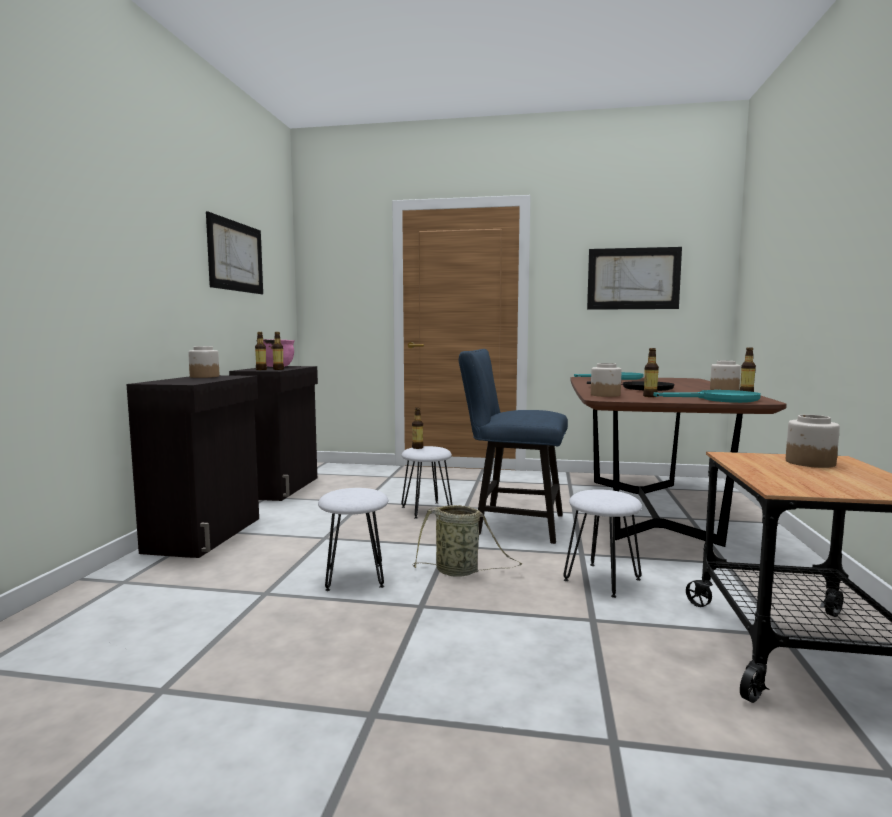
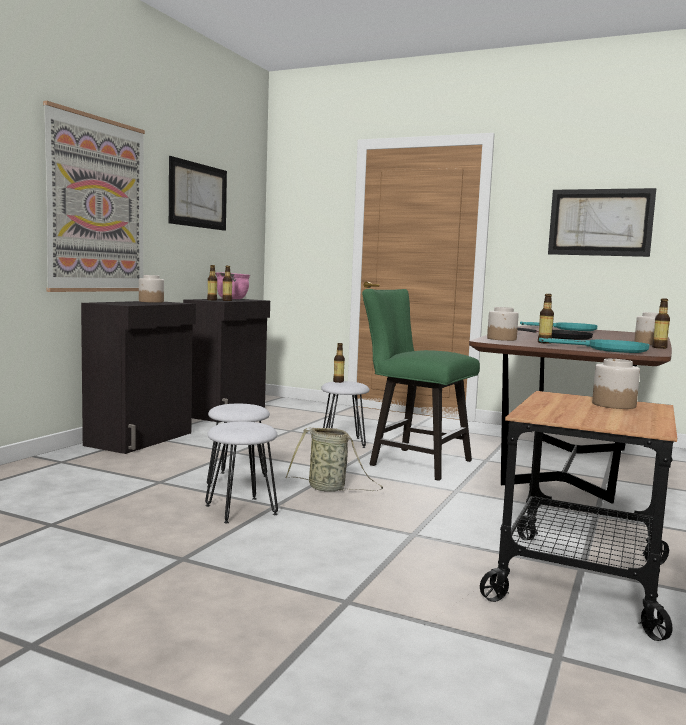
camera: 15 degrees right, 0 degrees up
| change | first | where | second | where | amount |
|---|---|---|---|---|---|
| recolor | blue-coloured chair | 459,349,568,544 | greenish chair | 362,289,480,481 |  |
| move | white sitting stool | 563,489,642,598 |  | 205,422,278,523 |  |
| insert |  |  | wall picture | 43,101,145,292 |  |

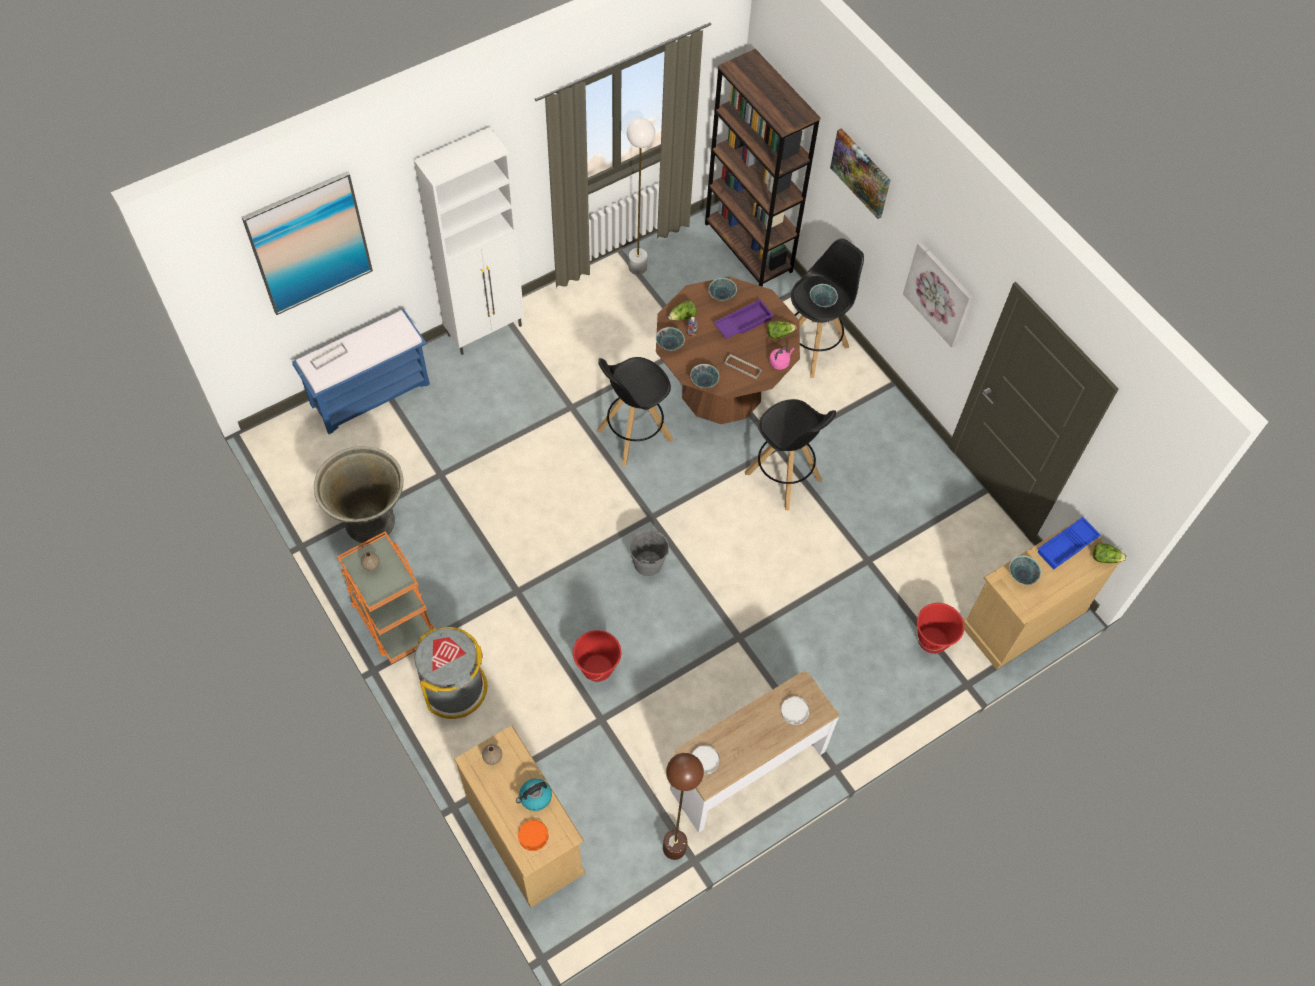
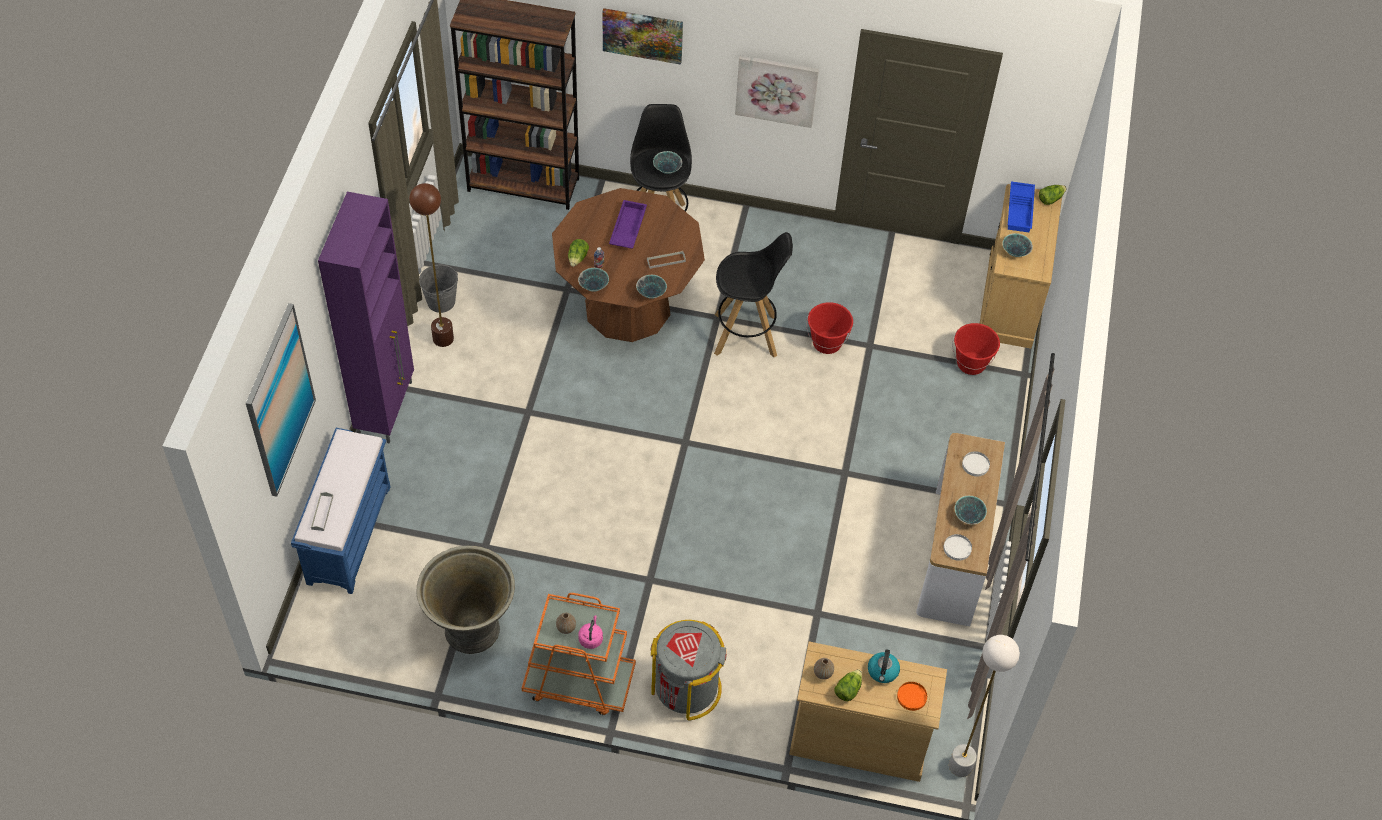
camera: 45 degrees left, 5 degrees down
| change | first | where | second | where | amount |
|---|---|---|---|---|---|
| move | white standing lamp | 627,118,655,275 |  | 949,635,1020,777 |  |
| recolor | white cabinet | 414,127,524,355 | purple-coloured cabinet | 318,192,414,444 |  |
| move | serving bowl | 708,278,737,301 |  | 955,496,987,524 |  |
| move | head of lettuce | 767,321,797,339 |  | 834,669,862,701 |  |
| move | pinkish tea kettle | 769,346,794,370 |  | 578,615,603,649 |  |
| delete | black sitting stool | 597,357,673,467 |  |  |  |
| move | grey pail | 629,529,669,576 |  | 419,264,458,313 |  |
| move | reddish pail | 573,630,621,682 |  | 806,302,853,354 |  |
| move | brown-coloured standing lamp | 663,753,704,860 |  | 409,183,454,347 |  |

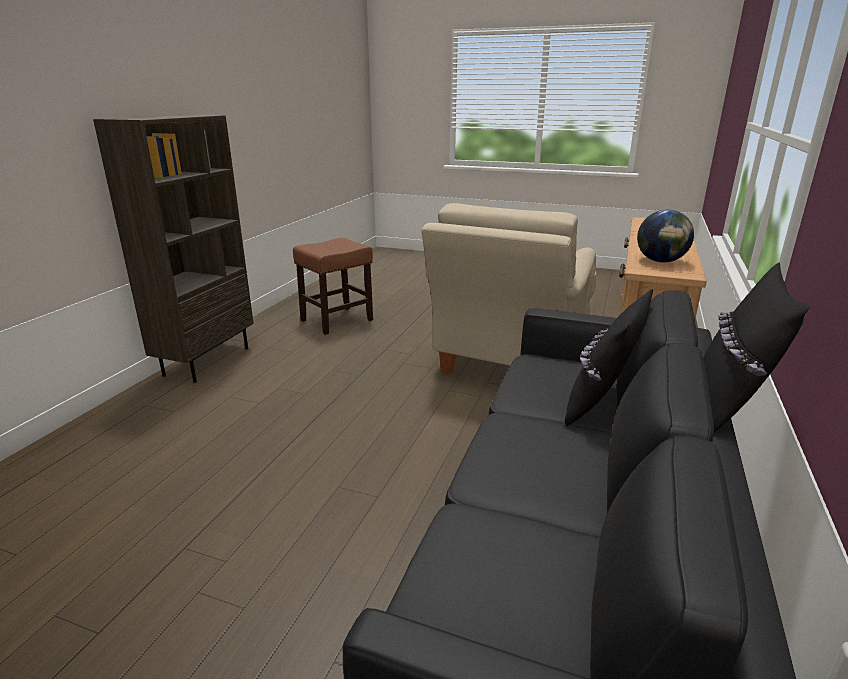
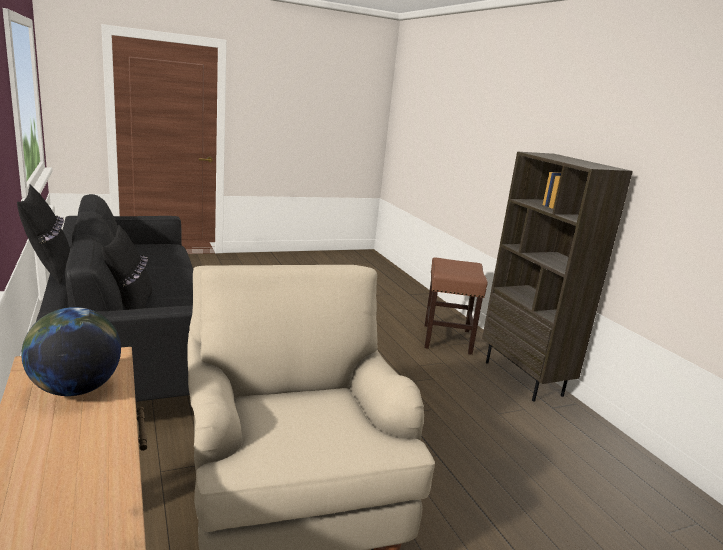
camera: 135 degrees right, 5 degrees down
| change | first | where | second | where | amount |
|---|---|---|---|---|---|
| move | brown-coloured sitting stool | 293,238,373,335 |  | 424,258,488,355 |  |

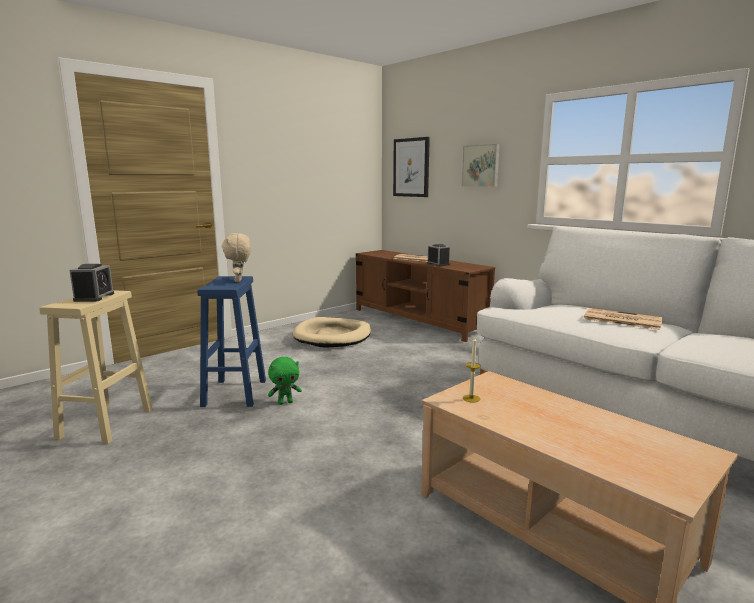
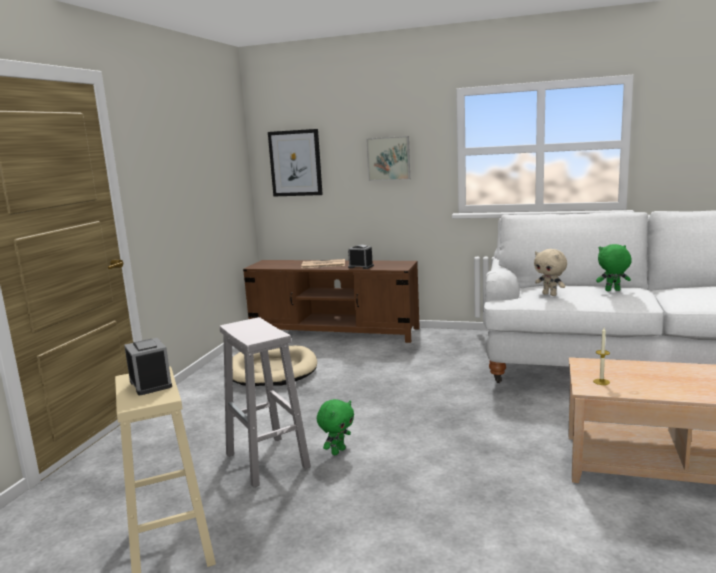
camera: 30 degrees left, 0 degrees up
| change | first | where | second | where | amount |
|---|---|---|---|---|---|
| move | sand-coloured cuddly toy | 222,233,251,282 |  | 534,249,567,296 |  |
| recolor | blue-coloured sitting stool | 197,276,266,407 | white sitting stool | 220,317,311,488 |  |
| replace | printed paper | 583,308,663,330 | greenish cuddly toy | 596,244,632,291 |  |

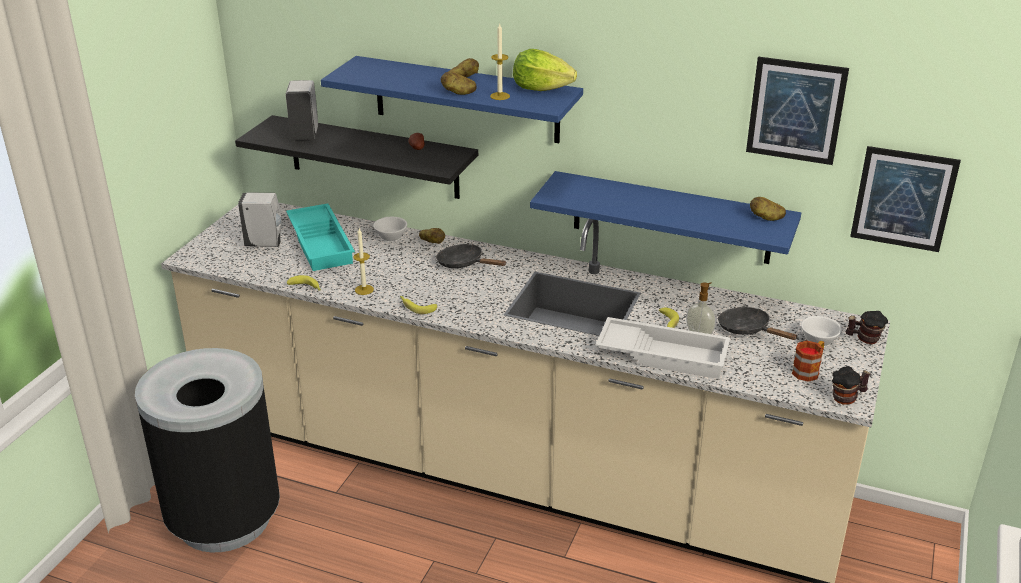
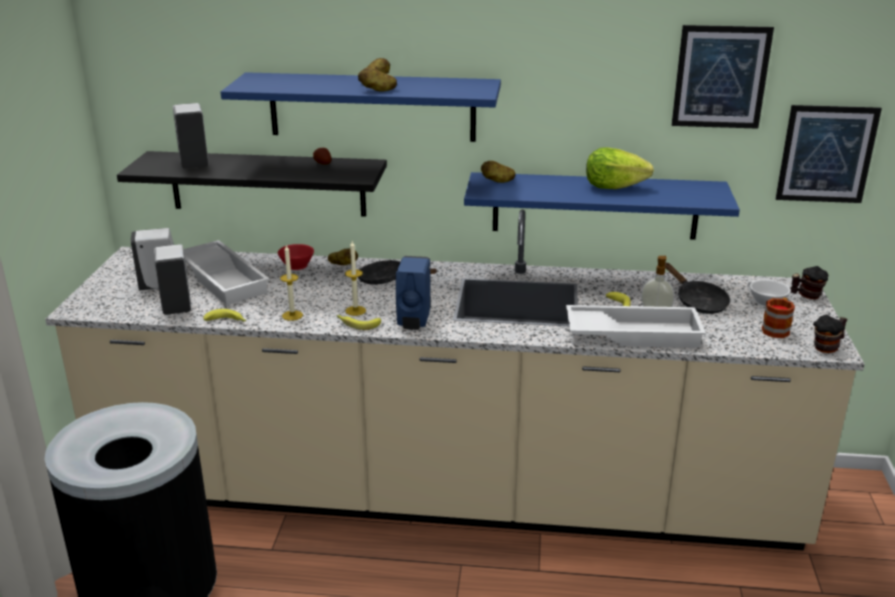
camera: 15 degrees left, 5 degrees down
| change | first | where | second | where | amount |
|---|---|---|---|---|---|
| move | wax candle | 490,24,510,100 |  | 345,241,366,316 |  |
| move | head of lettuce | 513,49,577,91 |  | 586,147,654,189 |  |
| move | spud | 750,197,786,221 |  | 481,161,516,183 |  |
| recolor | blue-green serving tray | 286,203,355,271 | white serving tray | 184,240,270,305 |  |
| recolor | white cup | 373,217,407,242 | reddish cup | 278,244,314,270 |  |
| rotate | black skillet | 718,307,798,340 |  | 664,263,730,314 | 150 degrees counterclockwise |
| insert |  |  | white liquid soap bottle | 154,244,191,315 |  |
| insert |  |  | blue-coloured liquid soap bottle | 396,256,431,330 |  |

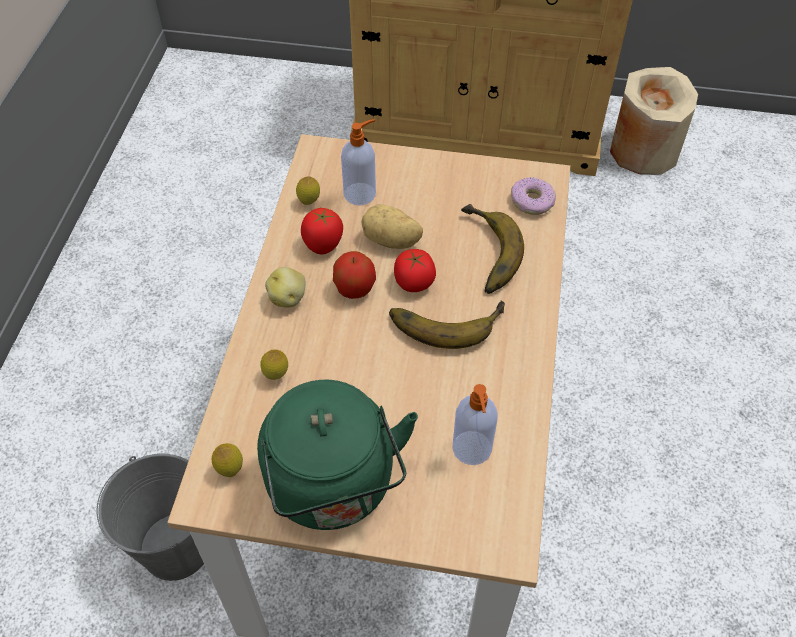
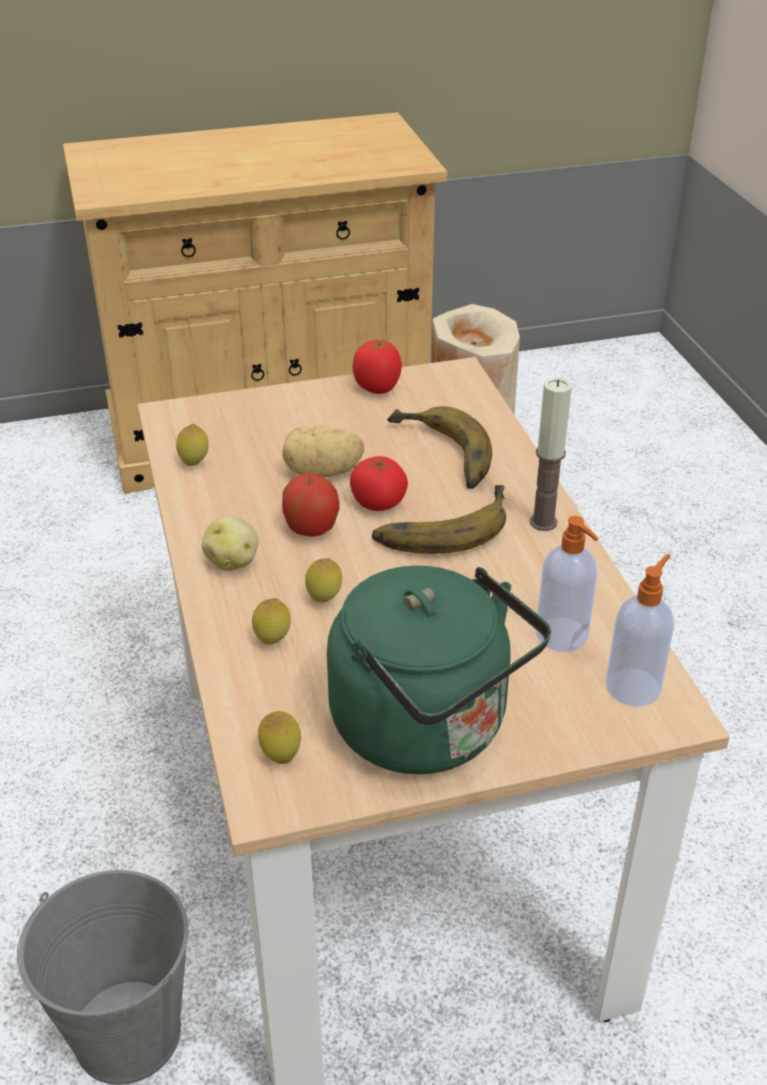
camera: 25 degrees left, 15 degrees down
| change | first | where | second | where | amount |
|---|---|---|---|---|---|
| move | liquid soap bottle | 341,119,376,205 |  | 606,554,674,706 |  |
| delete | donut | 511,177,556,215 |  |  |  |
| move | fresh tomato | 301,208,343,254 |  | 352,340,402,394 |  |
| insert |  |  | wax candle | 530,378,572,531 |  |
| insert |  |  | citrus fruit | 305,558,342,603 |  |

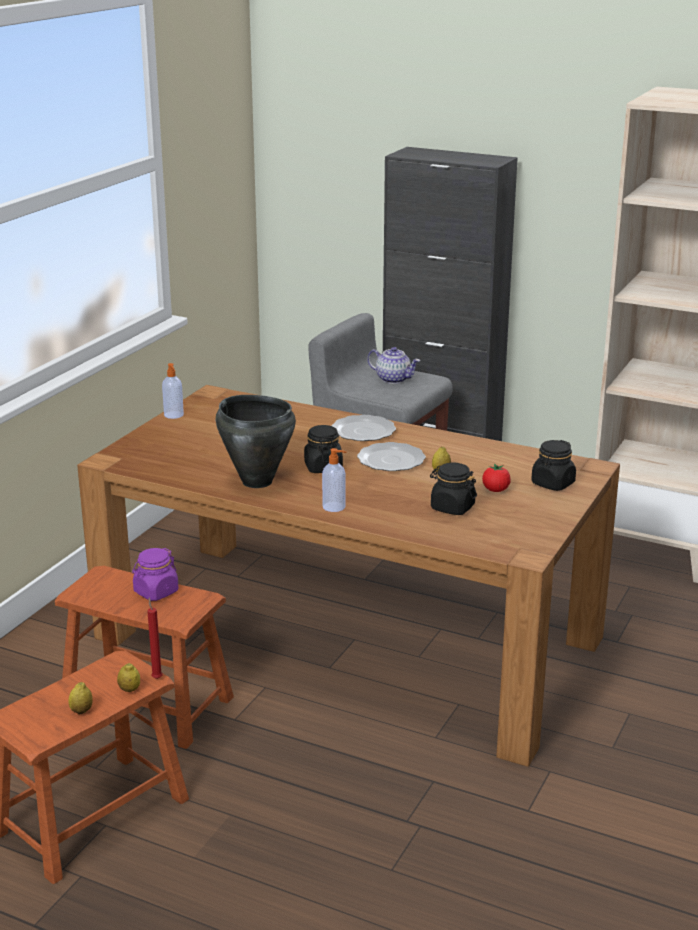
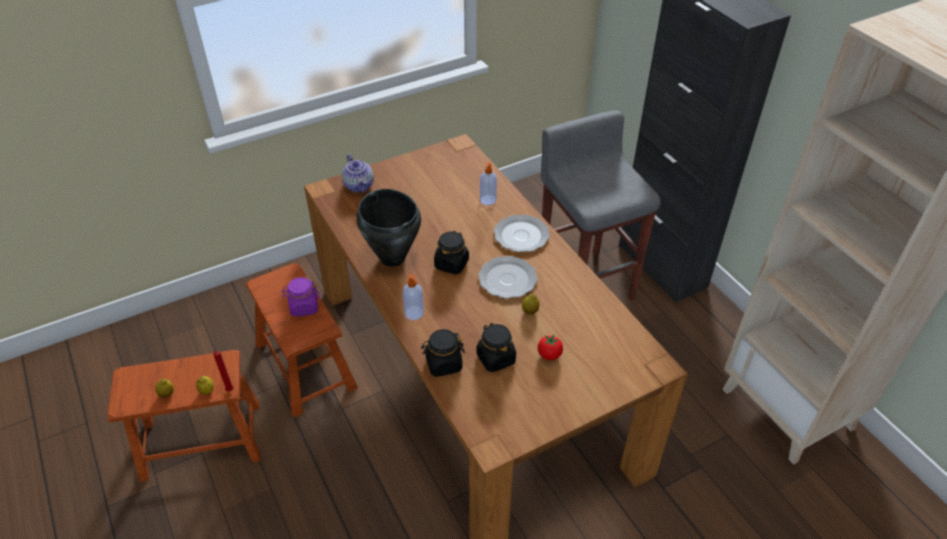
camera: 35 degrees right, 20 degrees up
| change | first | where | second | where | amount |
|---|---|---|---|---|---|
| move | pot for tea | 367,347,420,384 |  | 342,155,374,193 |  |
| move | liquid soap bottle | 162,363,184,419 |  | 480,162,497,205 |  |
| move | black preserve jar | 531,440,576,491 |  | 421,329,465,377 |  |

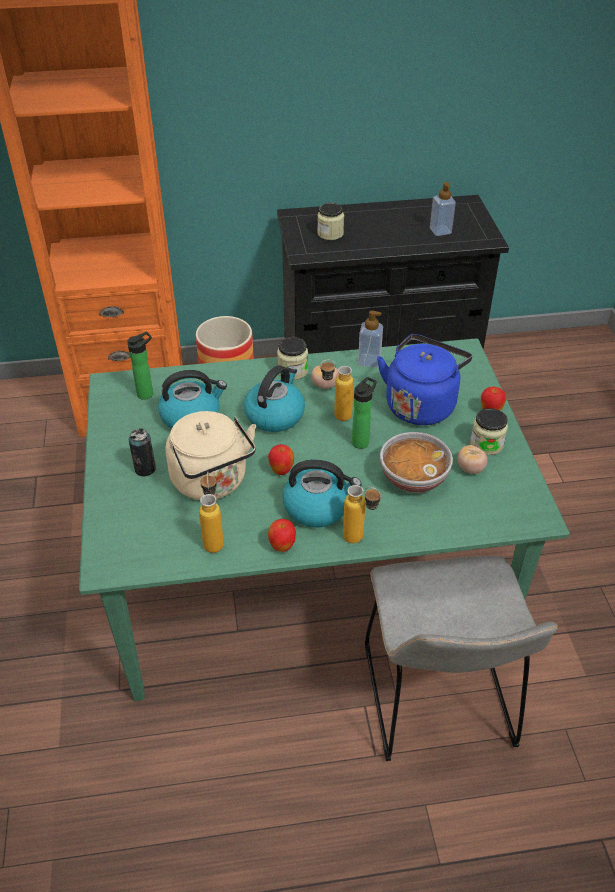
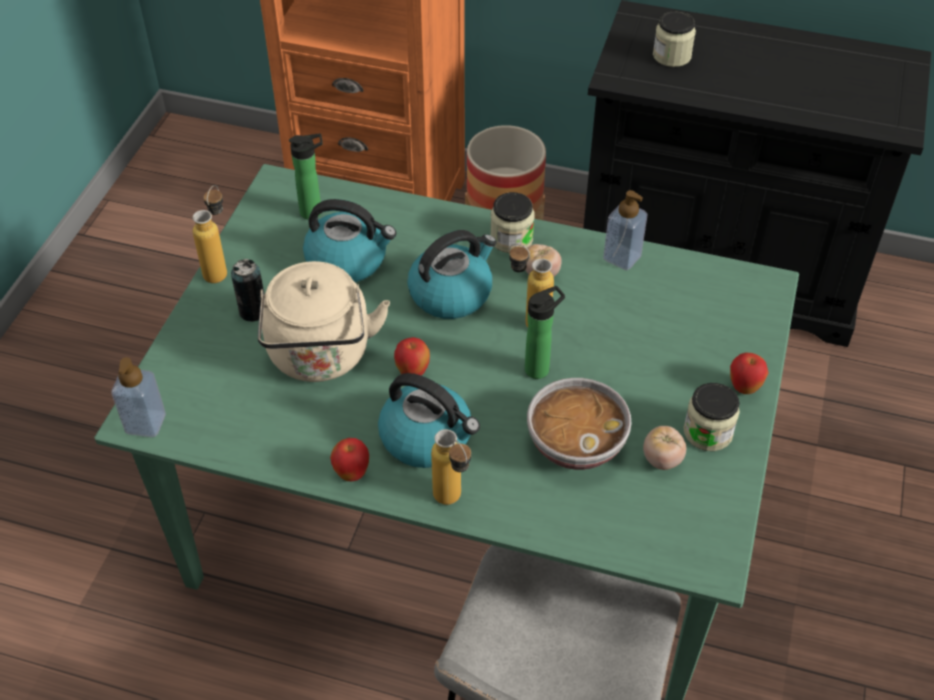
camera: 25 degrees right, 5 degrees up
| change | first | where | second | where | amount |
|---|---|---|---|---|---|
| move | liquid soap bottle | 430,182,456,236 |  | 111,357,166,437 |  |
| delete | blue-coloured tea kettle | 377,334,472,425 |  |  |  |
| move | beverage bottle | 199,472,224,553 |  | 192,185,227,283 |  |

